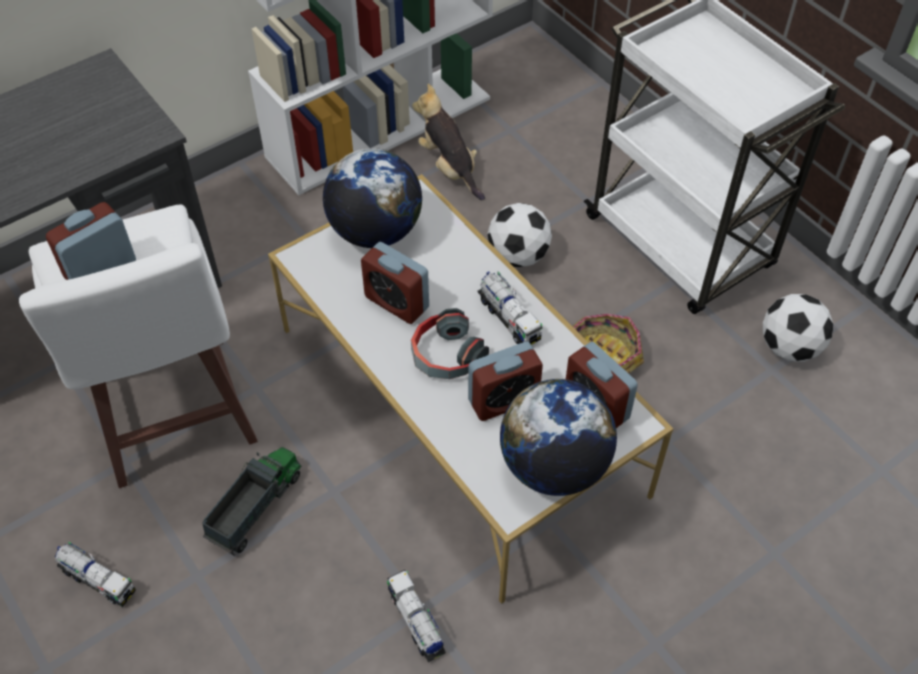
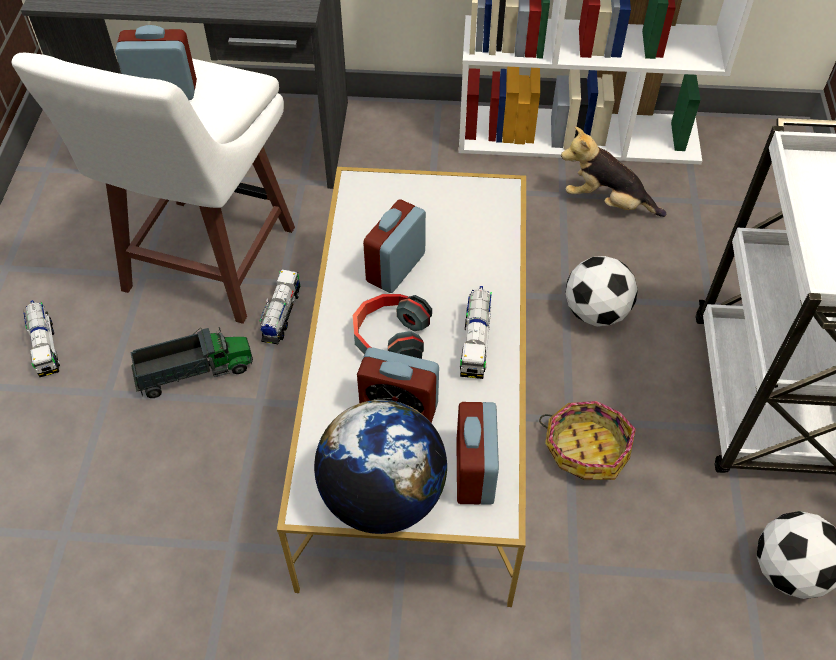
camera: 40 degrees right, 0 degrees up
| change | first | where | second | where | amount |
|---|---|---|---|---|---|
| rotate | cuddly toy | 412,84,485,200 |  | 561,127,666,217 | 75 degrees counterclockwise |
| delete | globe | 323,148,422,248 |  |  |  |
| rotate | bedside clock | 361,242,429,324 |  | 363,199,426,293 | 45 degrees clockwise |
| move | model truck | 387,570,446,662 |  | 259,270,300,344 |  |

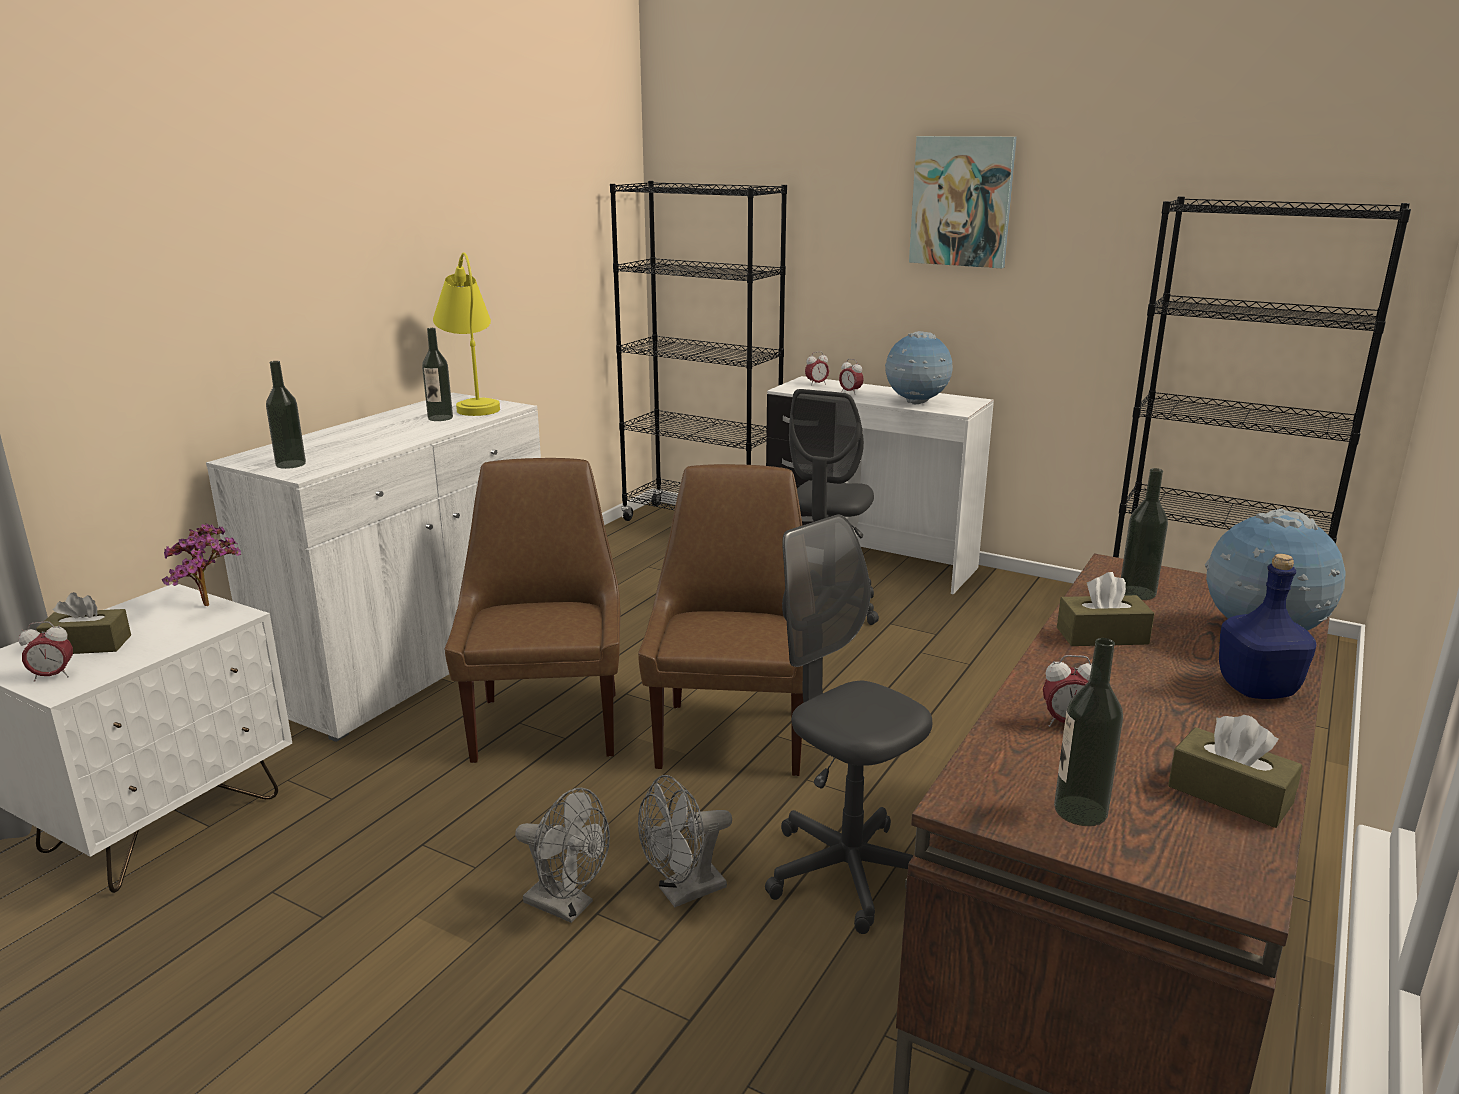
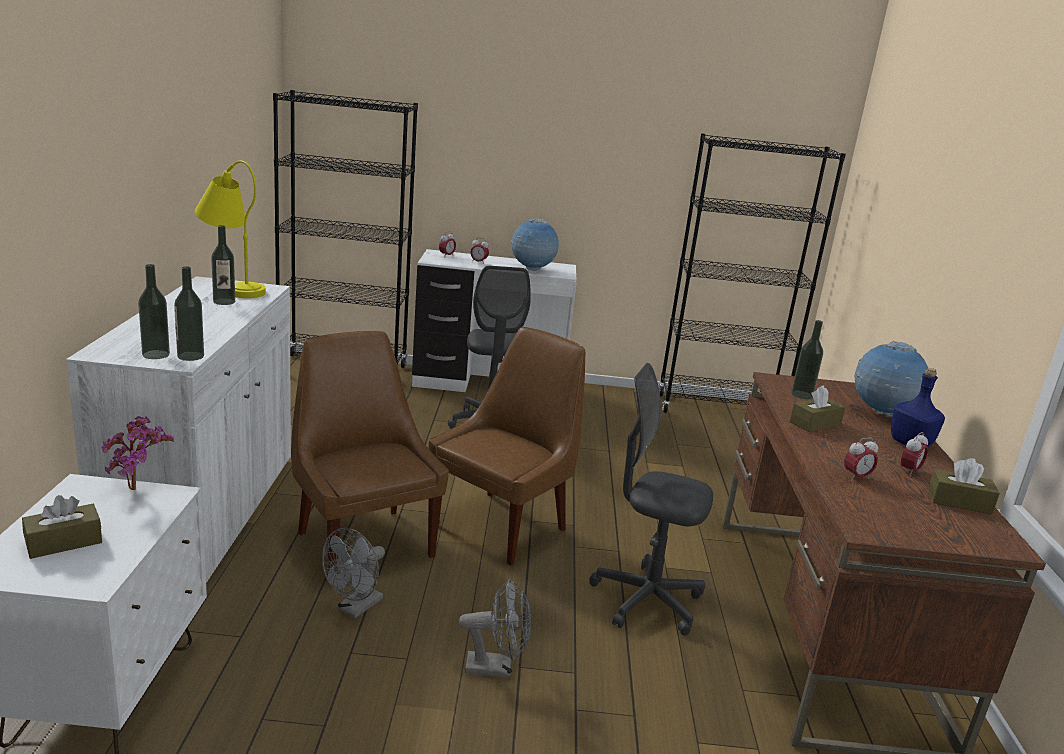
camera: 30 degrees left, 0 degrees up
| change | first | where | second | where | amount |
|---|---|---|---|---|---|
| delete | wall picture | 909,136,1017,268 |  |  |  |
| rotate | brown-coloured chair | 638,464,804,776 |  | 429,327,585,565 | 60 degrees clockwise |
| move | bedside clock | 19,621,73,682 |  | 901,432,928,477 |  |
| move | beverage bottle | 1054,638,1123,826 |  | 174,266,204,361 |  |
| move | grey cooling fan | 638,775,732,907 |  | 322,528,385,618 |  |

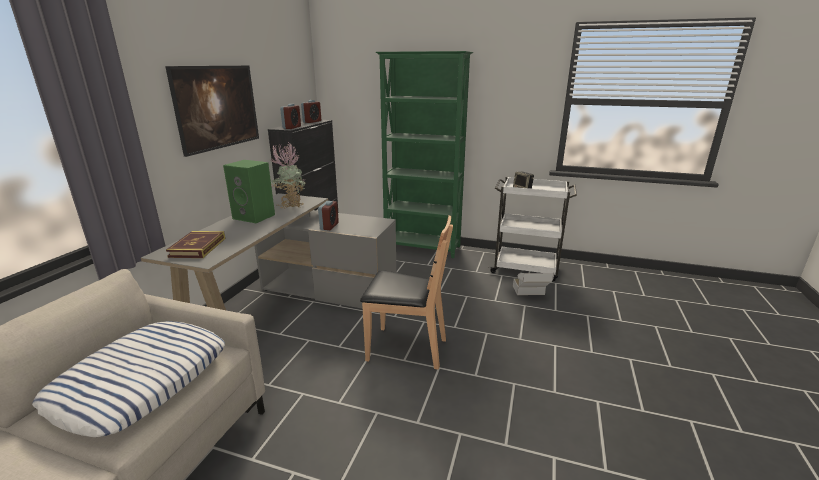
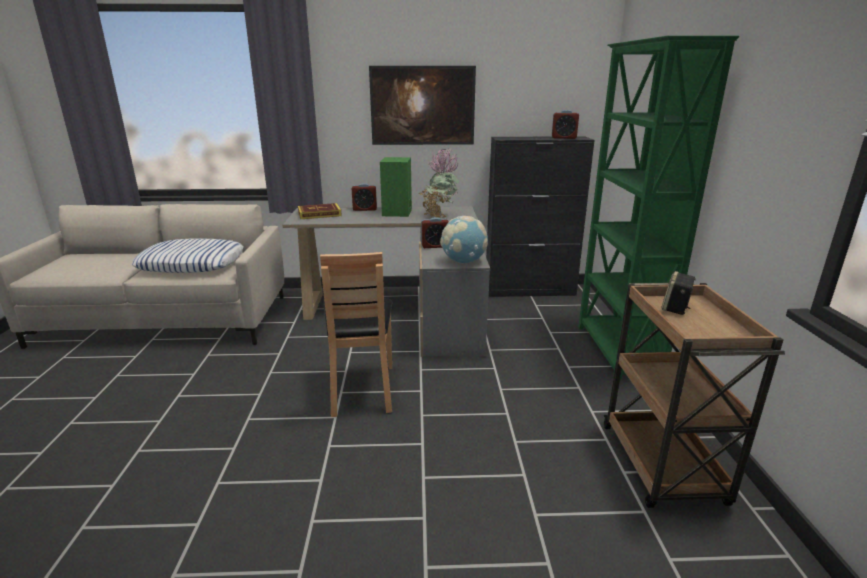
camera: 70 degrees right, 0 degrees up
| change | first | where | second | where | amount |
|---|---|---|---|---|---|
| move | bedside clock | 280,104,301,129 |  | 352,183,377,211 |  |
| recolor | white trolley | 488,177,577,281 | brown-coloured trolley | 603,283,785,508 |  |
| delete | cardboard box | 513,273,554,295 |  |  |  |
| insert |  |  | globe | 440,216,488,264 |  |

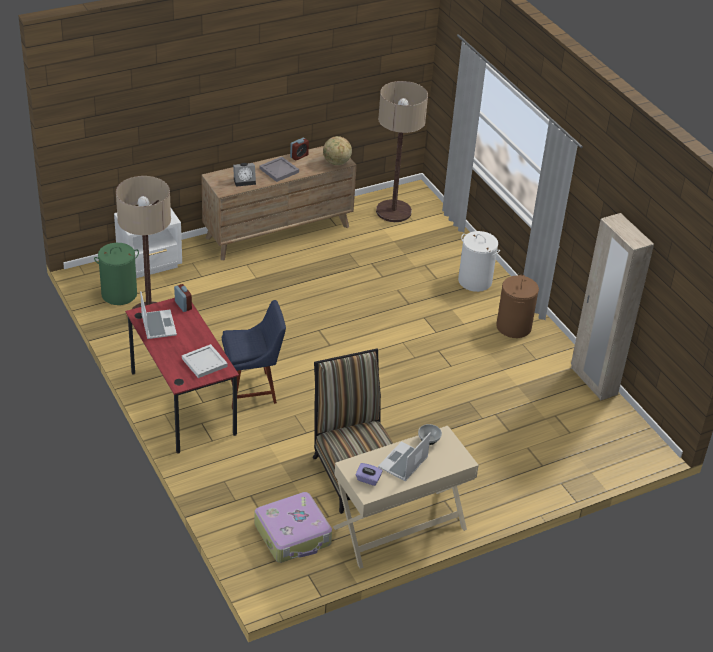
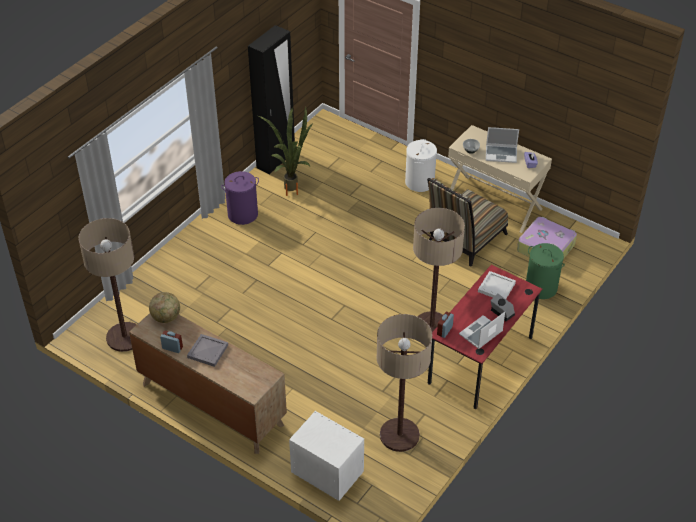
camera: 115 degrees left, 5 degrees up
| change | first | where | second | where | amount |
|---|---|---|---|---|---|
| move | bedside clock | 233,163,256,187 |  | 491,294,515,321 |  |
| recolor | sand-coloured armoire | 571,213,654,401 | black armoire | 248,25,295,174 |  |
| move | white washing basket | 458,231,500,292 |  | 405,139,437,192 |  |
| move | greenish washing basket | 94,243,139,305 |  | 526,243,565,299 |  |
| recolor | brown-coloured washing basket | 496,275,539,338 | purple-coloured washing basket | 221,171,259,225 |  |
| replace | blue-coloured chair | 222,300,286,409 | standing lamp | 413,208,465,332 |  |
| insert |  |  | houseplant | 258,107,313,196 |  |

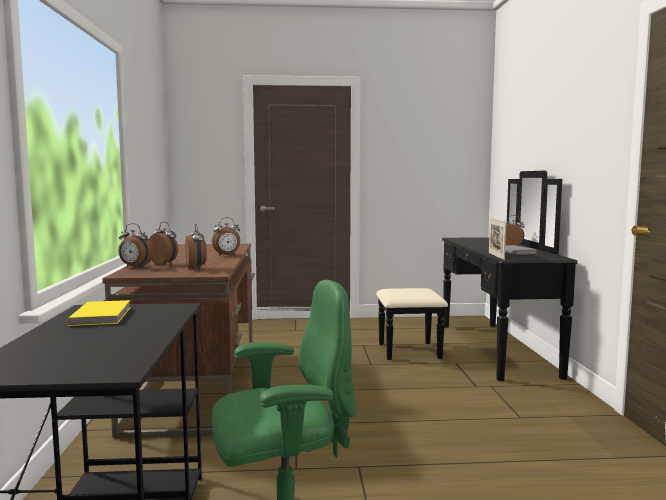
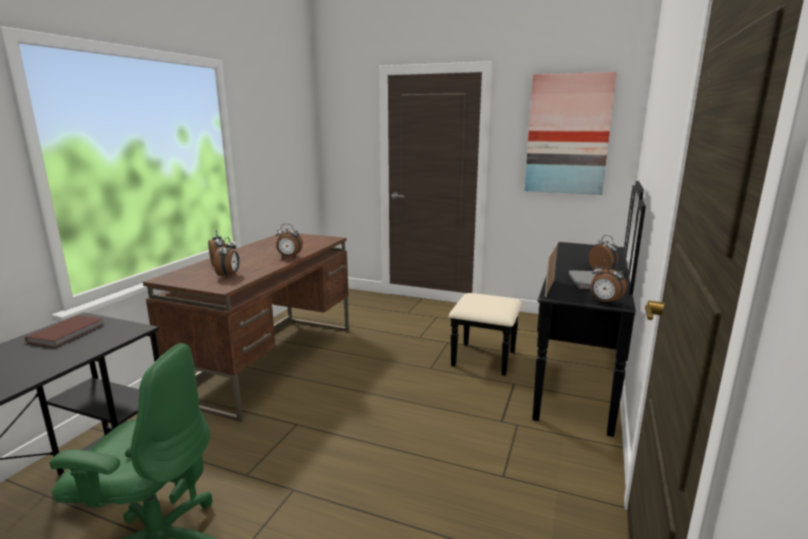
camera: 25 degrees right, 10 degrees up
| change | first | where | second | where | amount |
|---|---|---|---|---|---|
| move | bedside clock | 118,223,154,268 |  | 591,260,627,305 |  |
| recolor | yellowish book | 67,300,131,326 | brown-coloured book | 25,315,105,347 |  |
| insert |  |  | wall picture | 524,72,617,195 |  |

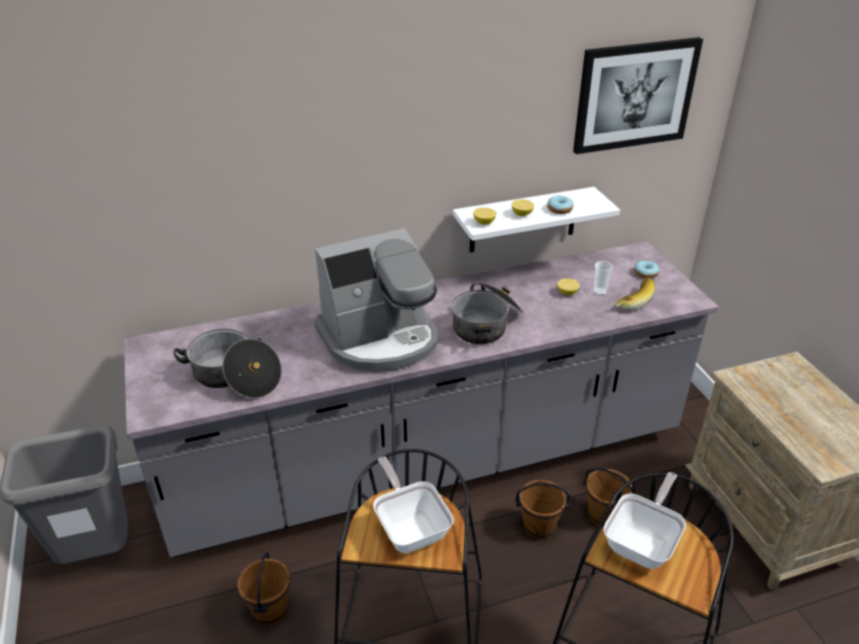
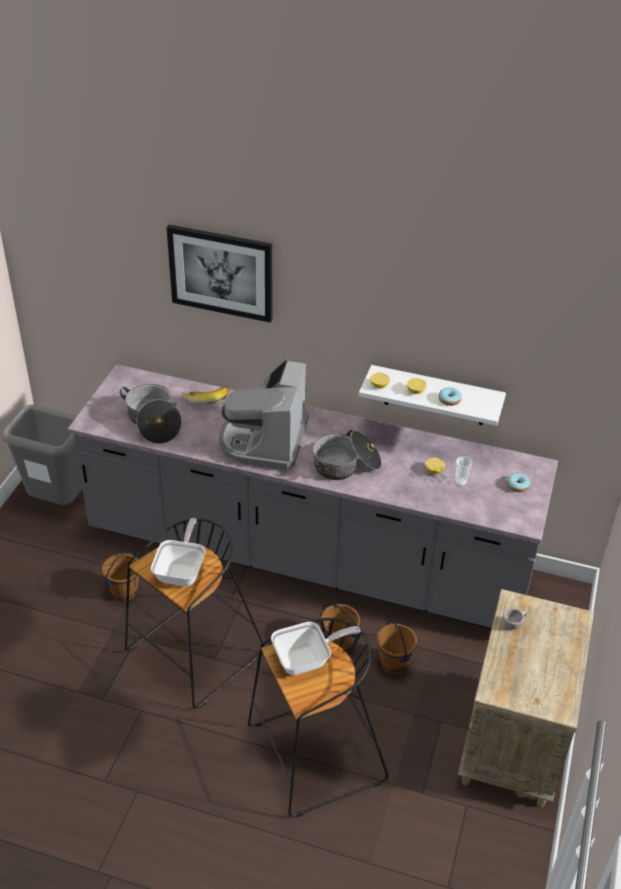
camera: 35 degrees right, 5 degrees up
| change | first | where | second | where | amount |
|---|---|---|---|---|---|
| move | wall picture | 573,37,703,154 |  | 167,225,272,323 |  |
| rotate | coffee machine | 314,228,437,372 |  | 219,359,308,470 | 90 degrees clockwise |
| move | banana | 613,277,655,311 |  | 181,386,230,406 |  |
| insert |  |  | sand-coloured cup | 503,609,527,630 |  |

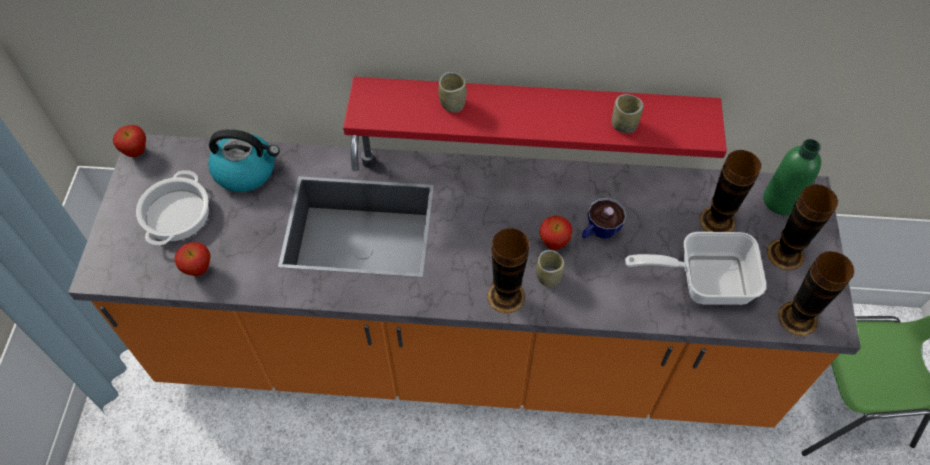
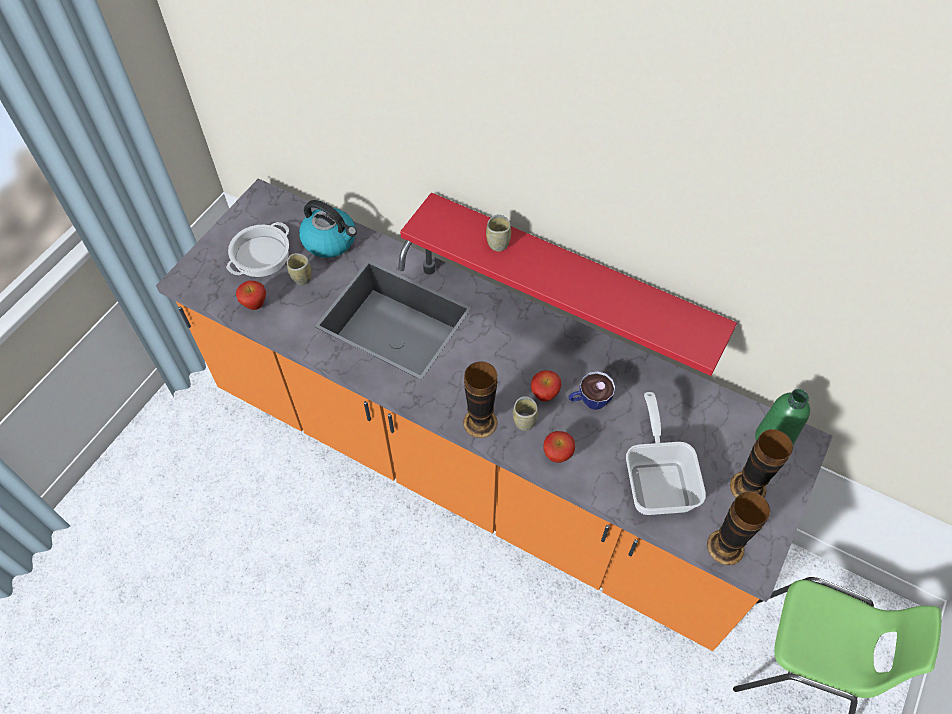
camera: 25 degrees right, 0 degrees up
| change | first | where | second | where | amount |
|---|---|---|---|---|---|
| move | cup | 612,94,644,133 |  | 287,253,312,285 |  |
| move | apple fruit | 113,125,146,157 |  | 543,431,575,463 |  |
| delete | decorative vase | 699,150,761,232 |  |  |  |
| rotate | skillet | 625,232,766,305 |  | 626,392,706,515 | 60 degrees clockwise |

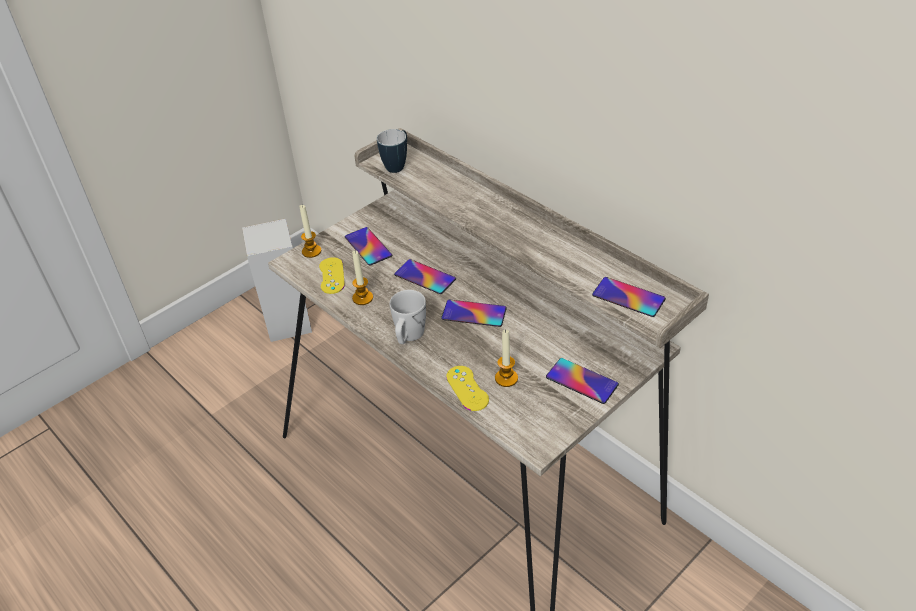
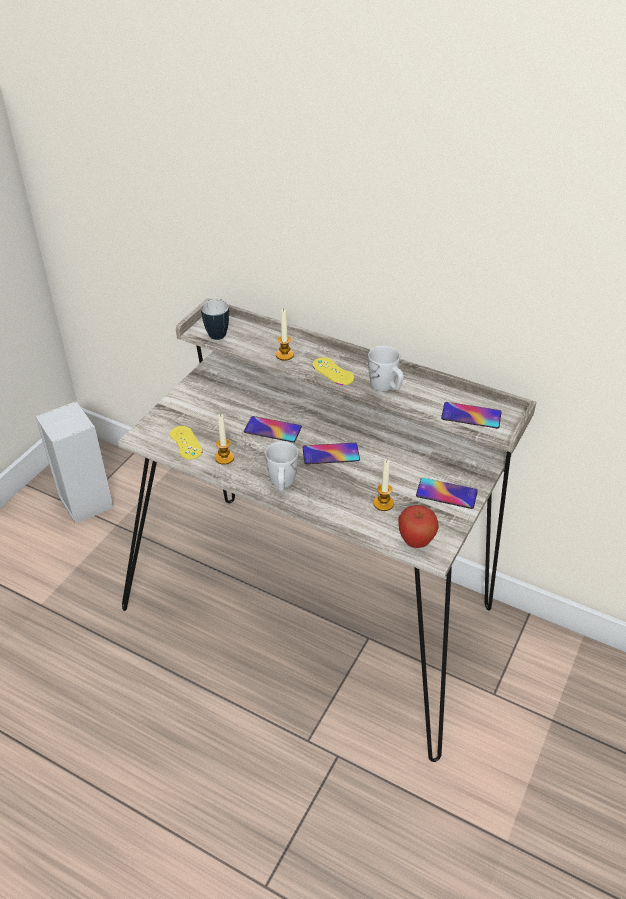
camera: 20 degrees left, 0 degrees up
| change | first | where | second | where | amount |
|---|---|---|---|---|---|
| move | wax candle | 299,205,321,258 |  | 276,309,294,361 |  |
| delete | telephone | 345,227,392,266 |  |  |  |
| move | yellowish joypad | 446,366,489,411 |  | 312,357,354,385 |  |
| insert |  |  | white tea mug | 368,346,404,391 |  |
| insert |  |  | apple fruit | 398,505,439,548 |  |

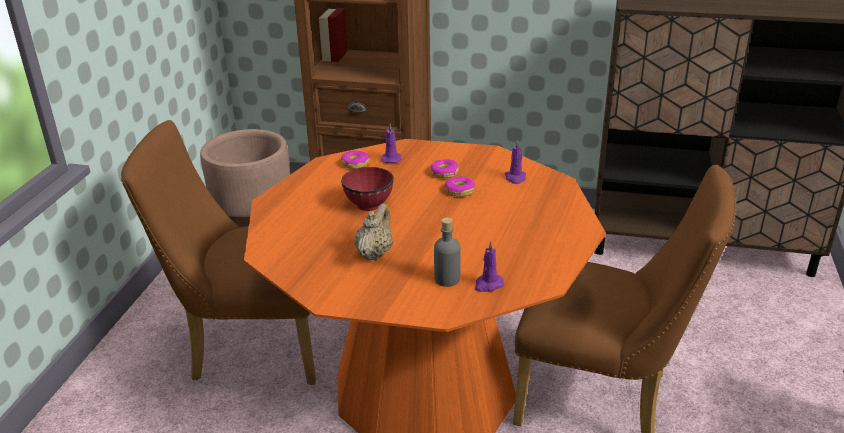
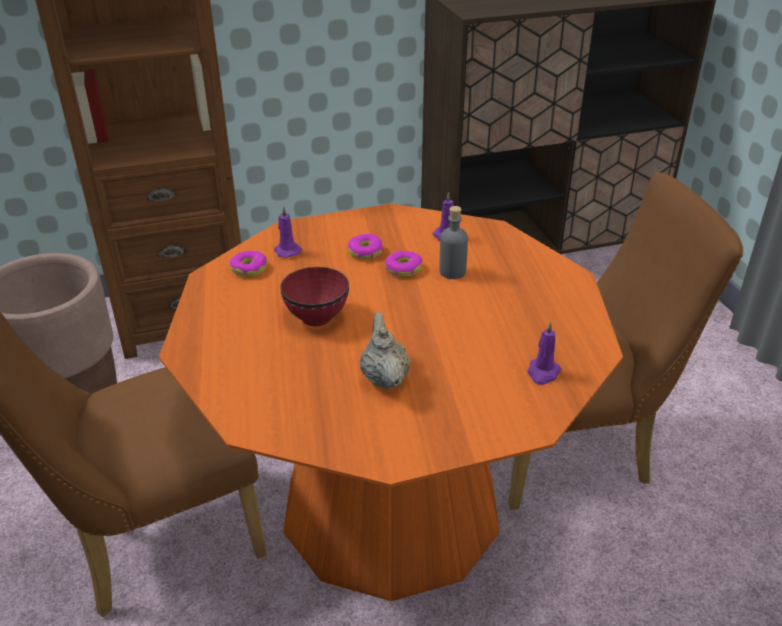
camera: 30 degrees left, 5 degrees up
| change | first | where | second | where | amount |
|---|---|---|---|---|---|
| move | grey beverage bottle | 434,217,461,287 |  | 439,206,468,279 |  |

